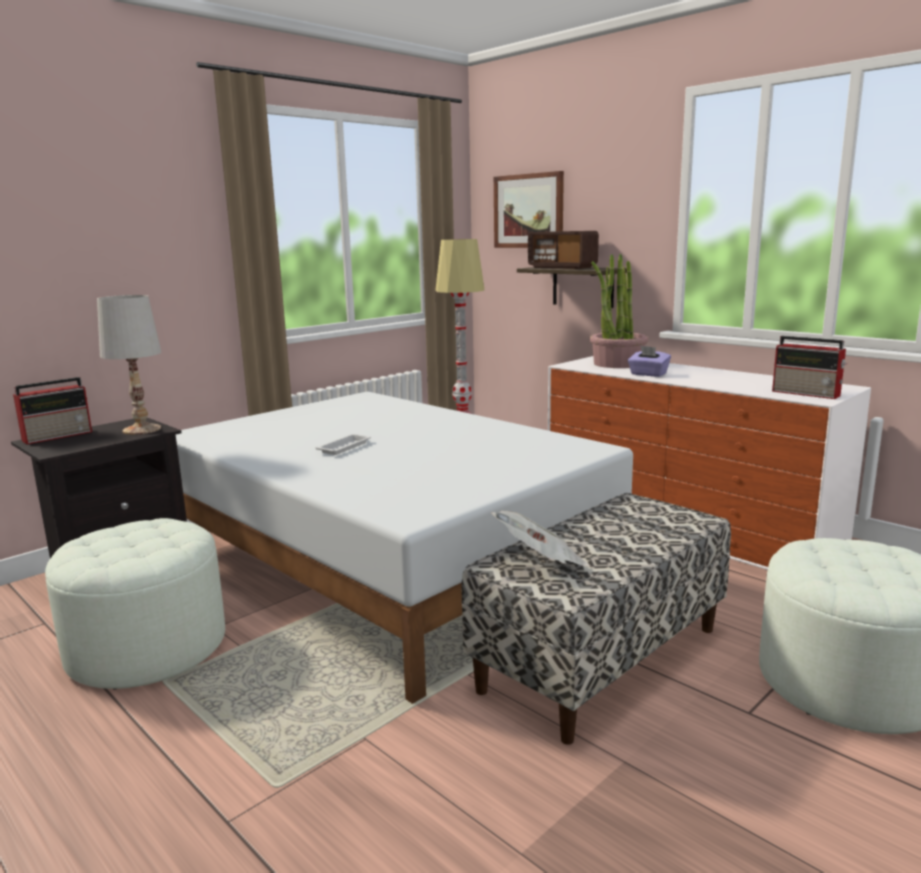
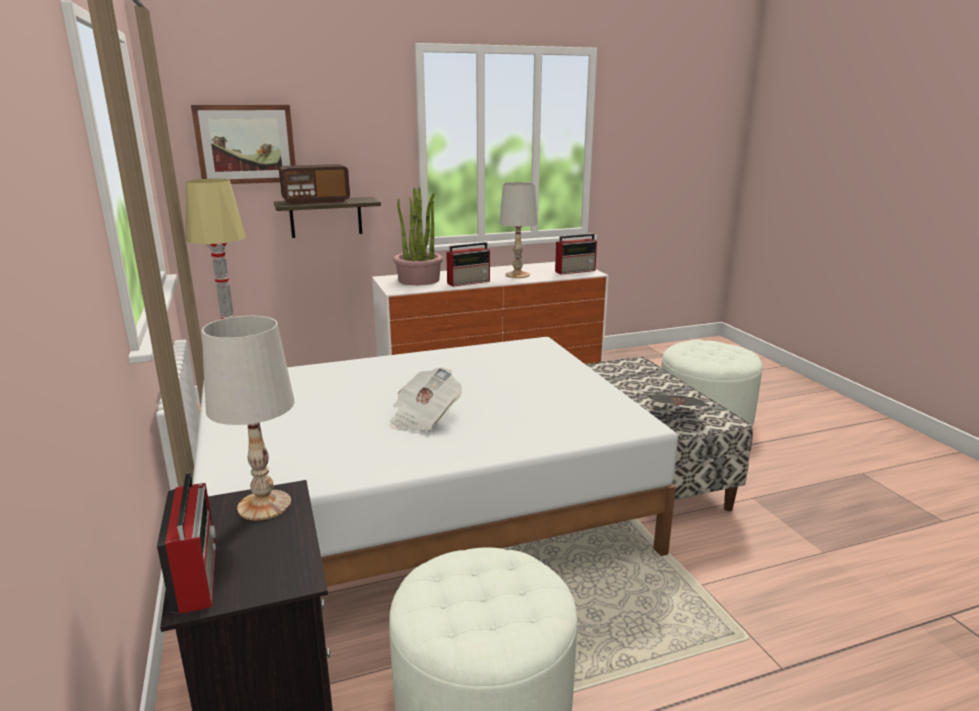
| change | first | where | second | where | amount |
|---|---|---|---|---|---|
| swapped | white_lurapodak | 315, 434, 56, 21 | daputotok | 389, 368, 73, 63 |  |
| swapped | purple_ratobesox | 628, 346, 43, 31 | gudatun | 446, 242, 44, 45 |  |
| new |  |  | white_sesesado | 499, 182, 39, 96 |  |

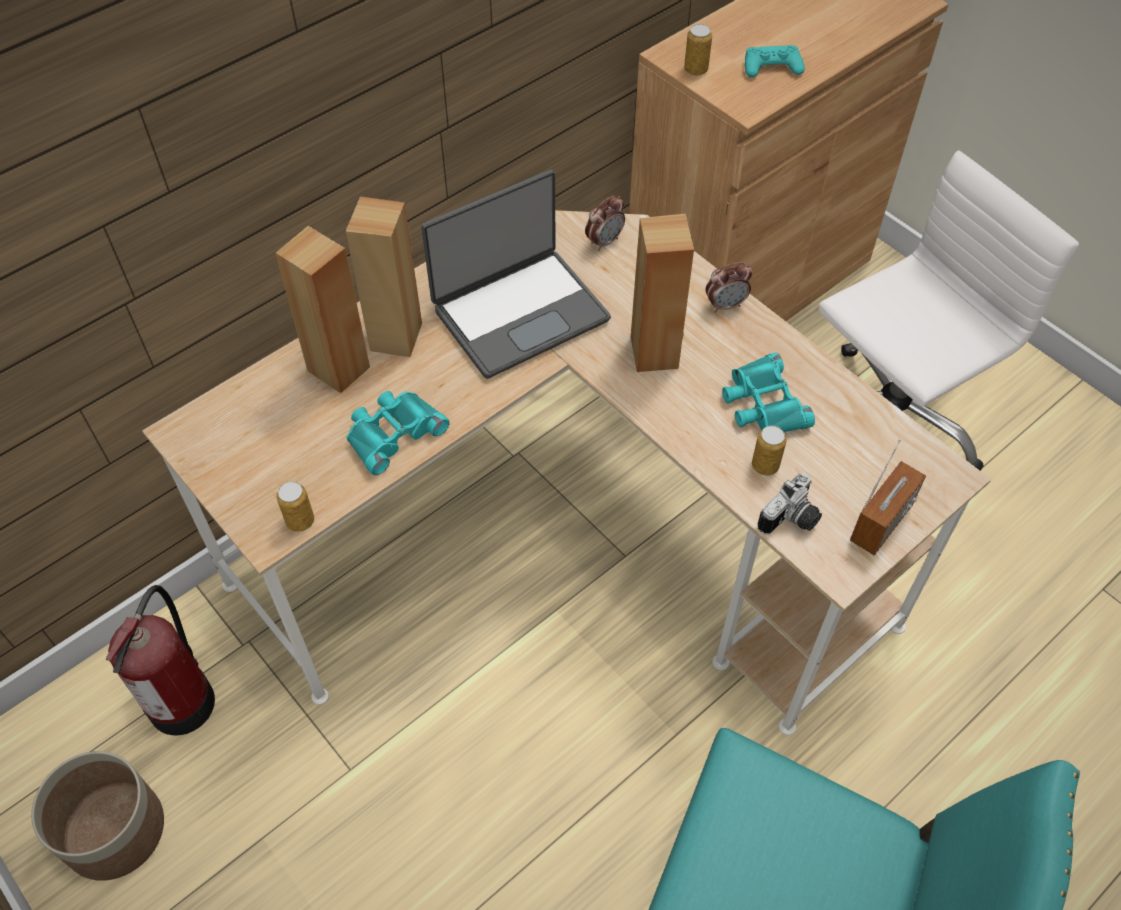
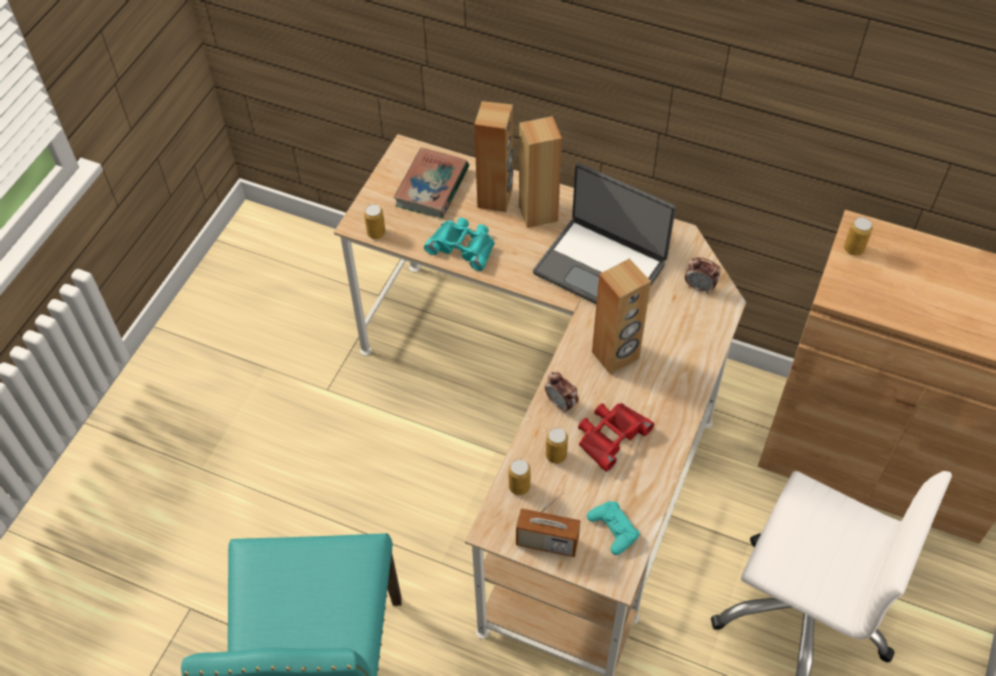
| change | first | where | second | where | amount |
|---|---|---|---|---|---|
| gone | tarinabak | 31, 751, 133, 130 |  |  |  |
| gone | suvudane | 106, 585, 109, 151 |  |  |  |
| shifted | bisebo | 705, 262, 47, 51 |  | 545, 372, 34, 41 |  |
| repainted | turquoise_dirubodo | 722, 352, 93, 80 | red_dirubodo | 578, 403, 76, 69 |  |
| shifted | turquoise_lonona | 745, 45, 60, 32 |  | 587, 501, 53, 54 |  |
| swapped | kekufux | 758, 472, 64, 62 | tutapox | 509, 459, 22, 36 |  |
| new |  |  | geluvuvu | 393, 148, 76, 70 |  |

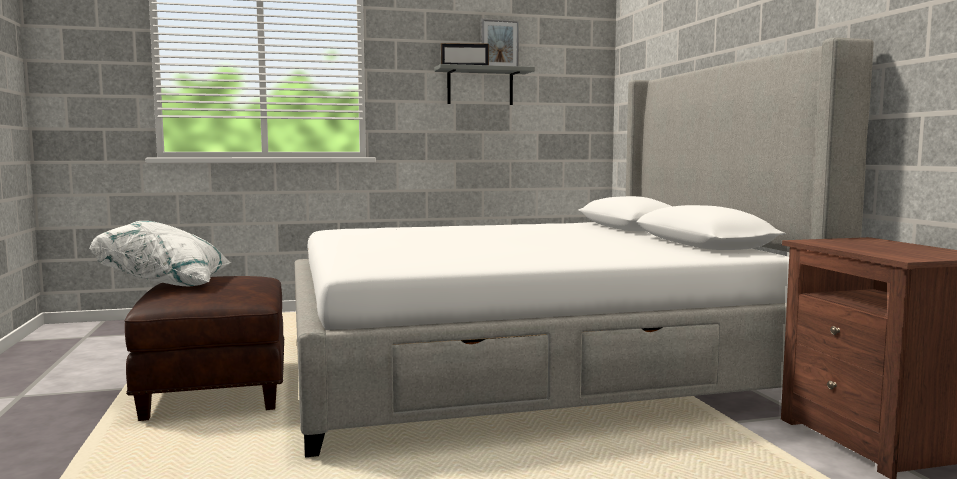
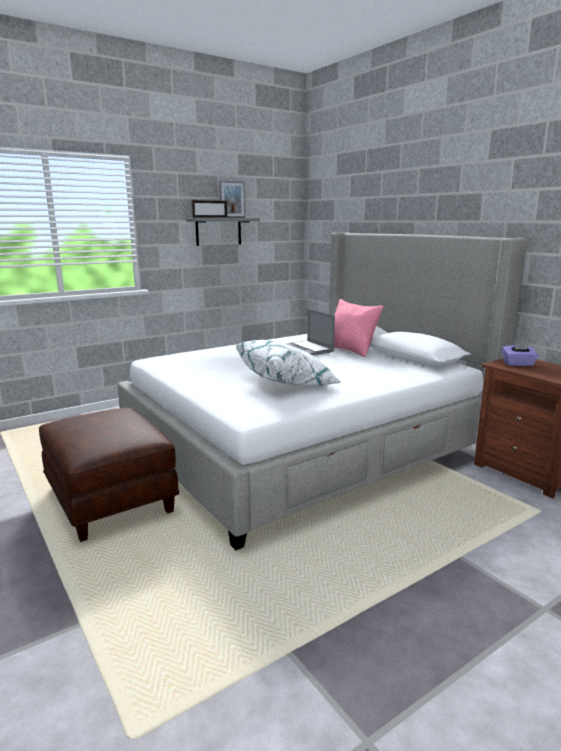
| change | first | where | second | where | amount |
|---|---|---|---|---|---|
| shifted | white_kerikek | 89, 221, 142, 65 |  | 236, 340, 106, 46 |  |
| new |  |  | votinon | 286, 309, 49, 46 |  |
| new |  |  | pink_kerikek | 334, 299, 49, 58 |  |
| new |  |  | purple_ratobesox | 502, 342, 36, 24 |  |

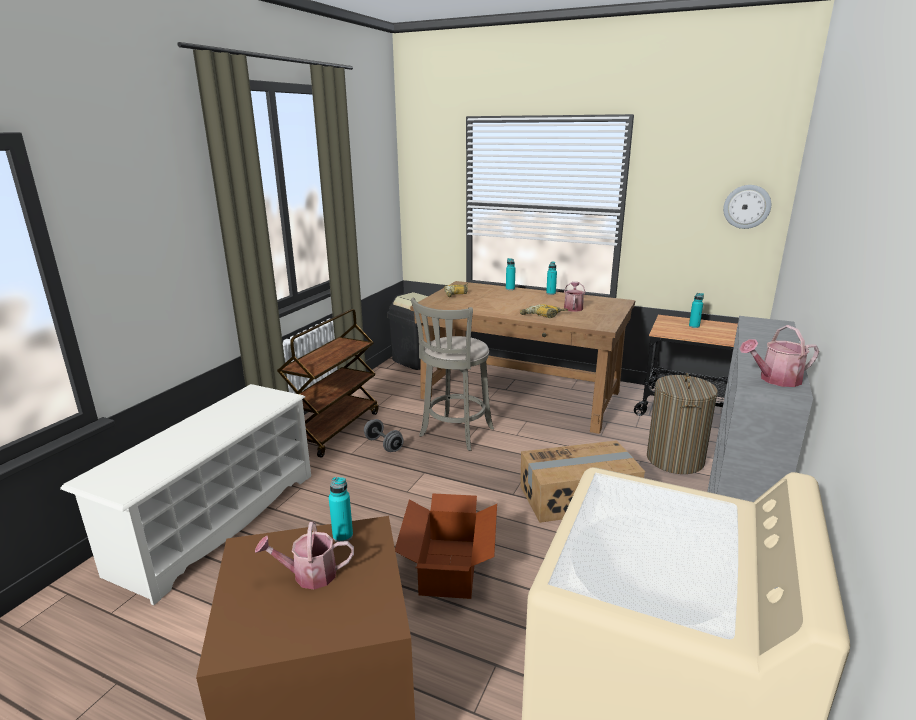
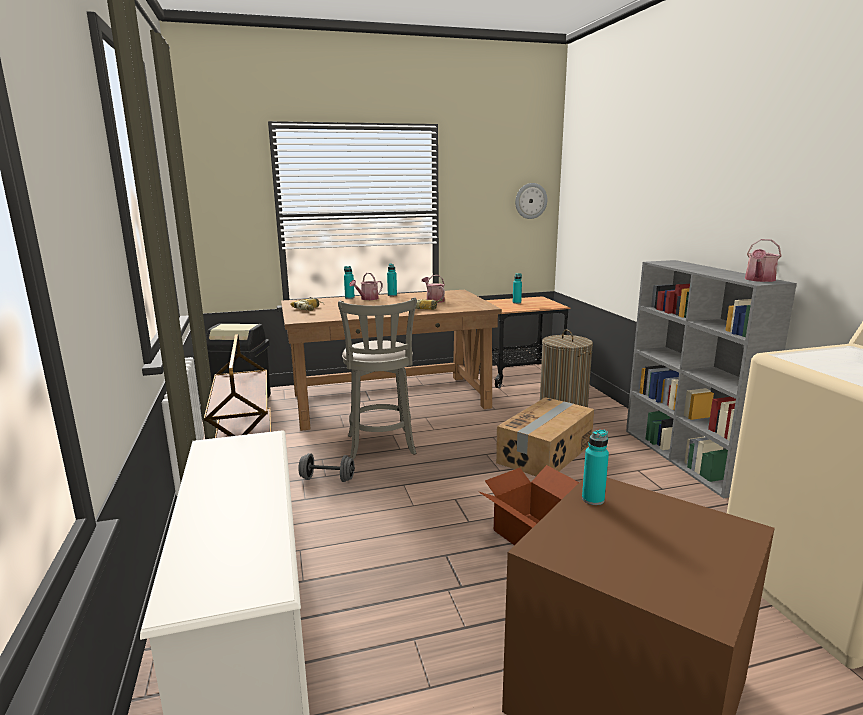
| change | first | where | second | where | amount |
|---|---|---|---|---|---|
| shifted | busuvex | 255, 522, 99, 67 |  | 349, 273, 34, 27 |  |

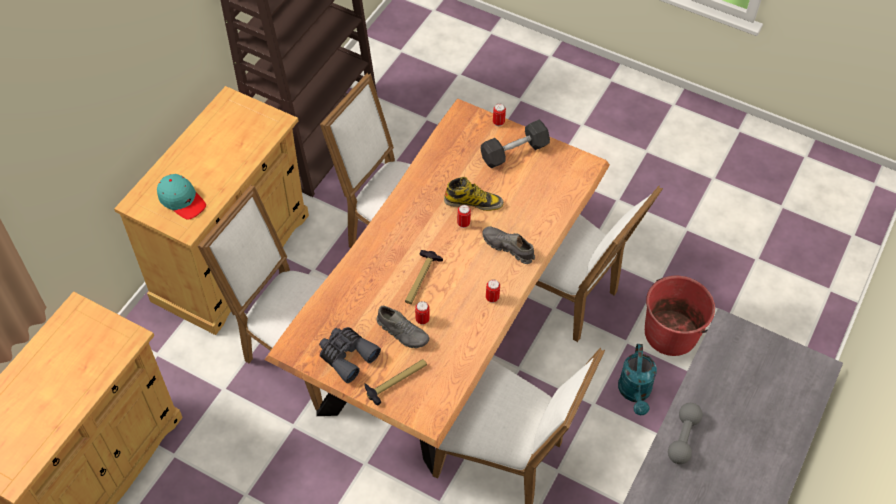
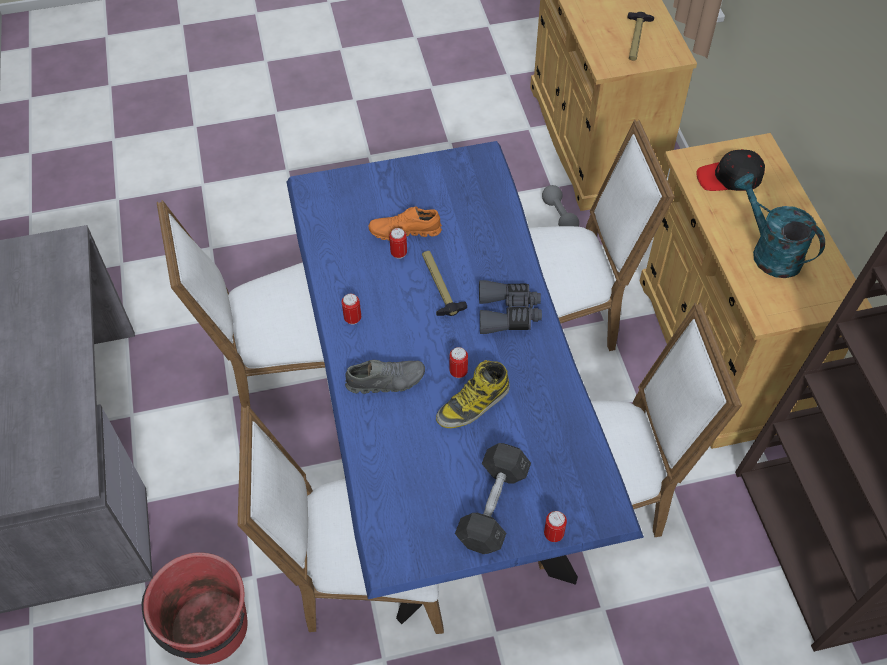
| change | first | where | second | where | amount |
|---|---|---|---|---|---|
| repainted | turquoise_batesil | 157, 174, 49, 46 | black_batesil | 696, 149, 69, 42 |  |
| repainted | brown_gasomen | 264, 99, 346, 376 | blue_gasomen | 287, 141, 357, 483 |  |
| shifted | grey_dirubodo | 319, 327, 62, 56 |  | 479, 280, 63, 54 |  |
| shifted | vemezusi | 364, 359, 63, 46 |  | 627, 12, 27, 49 |  |
| repainted | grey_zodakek | 377, 306, 52, 42 | orange_zodakek | 368, 206, 74, 35 |  |
| shifted | turquoise_busuvex | 618, 344, 39, 72 |  | 734, 173, 91, 105 |  |
| shifted | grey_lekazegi | 668, 403, 34, 61 |  | 542, 185, 37, 42 |  |

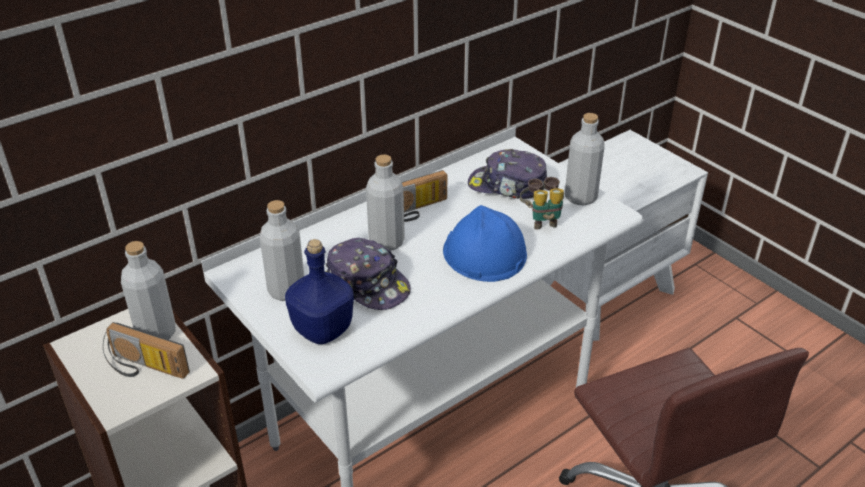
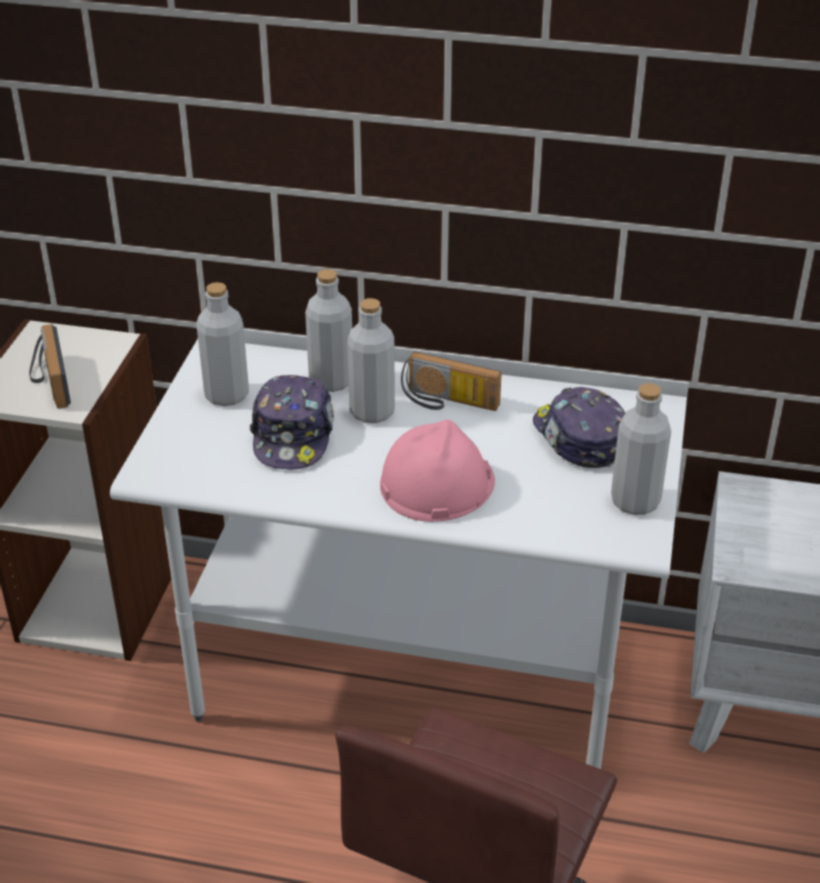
| change | first | where | second | where | amount |
|---|---|---|---|---|---|
| shifted | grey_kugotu | 121, 241, 55, 99 |  | 305, 269, 47, 123 |  |
| gone | blue_kugotu | 285, 239, 69, 105 |  |  |  |
| repainted | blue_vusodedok | 443, 205, 84, 77 | pink_vusodedok | 380, 420, 115, 102 |  |
| gone | dirubodo | 520, 177, 44, 53 |  |  |  |

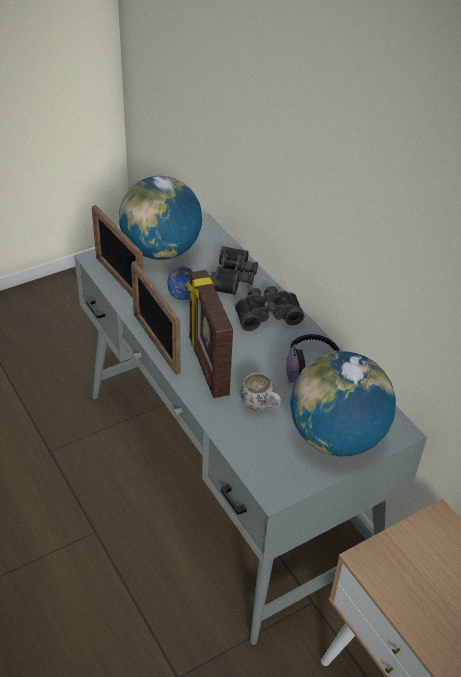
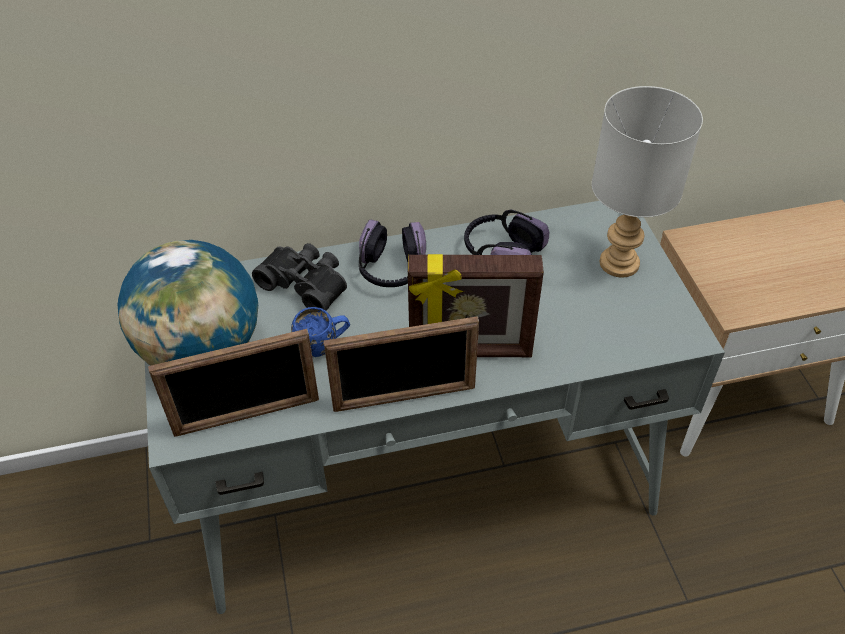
| change | first | where | second | where | amount |
|---|---|---|---|---|---|
| swapped | black_dirubodo | 235, 286, 69, 45 | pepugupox | 359, 220, 67, 67 |  |
| gone | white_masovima | 240, 372, 41, 38 |  |  |  |
| swapped | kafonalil | 290, 351, 106, 105 | grey_sesesado | 592, 86, 111, 192 |  |

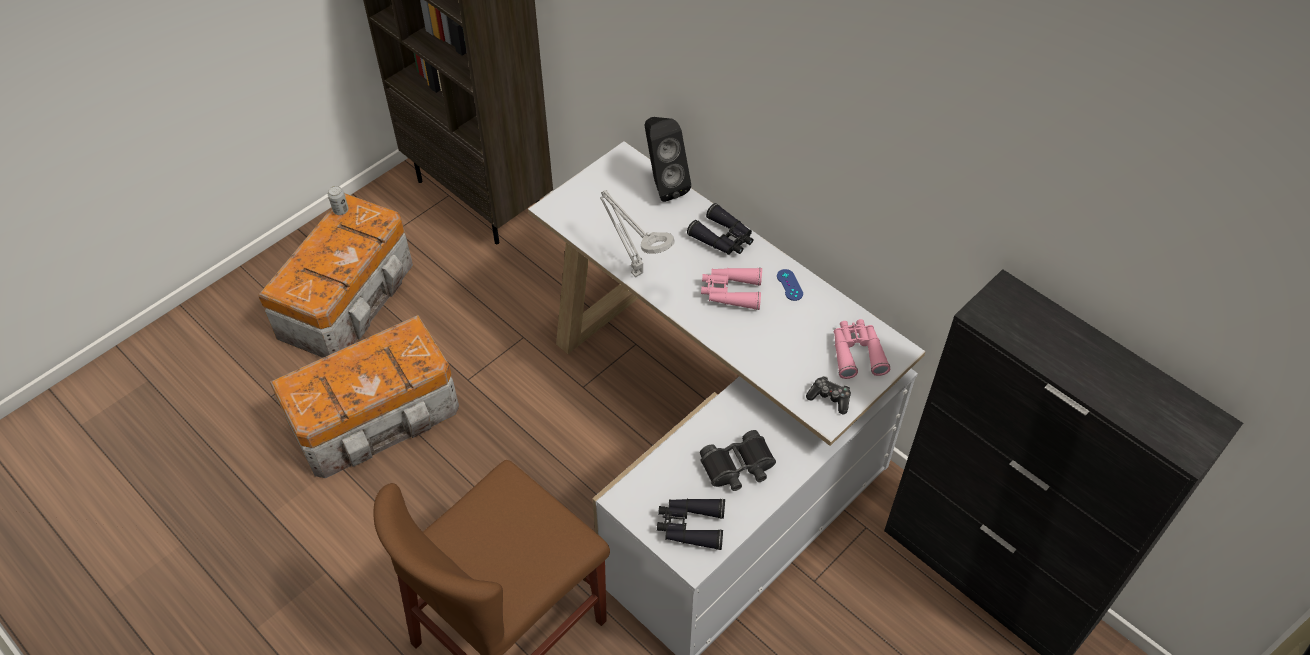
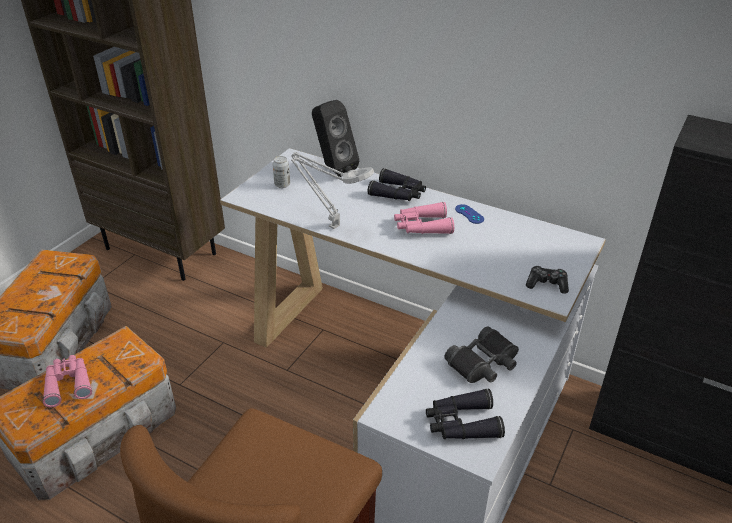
| change | first | where | second | where | amount |
|---|---|---|---|---|---|
| shifted | tutapox | 328, 186, 21, 29 |  | 273, 156, 17, 32 |  |
| shifted | pink_dirubodo | 834, 319, 56, 60 |  | 43, 355, 49, 52 |  |

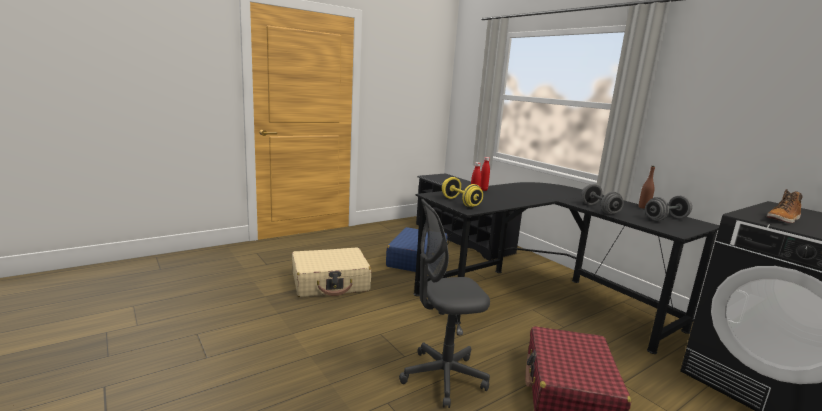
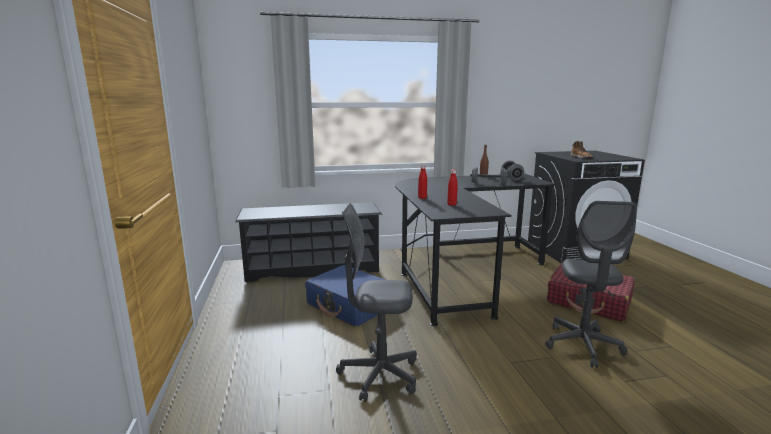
| change | first | where | second | where | amount |
|---|---|---|---|---|---|
| swapped | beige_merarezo | 292, 248, 79, 49 | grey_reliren | 336, 203, 81, 199 |  |
| gone | yellow_lekazegi | 442, 177, 41, 30 |  |  |  |

